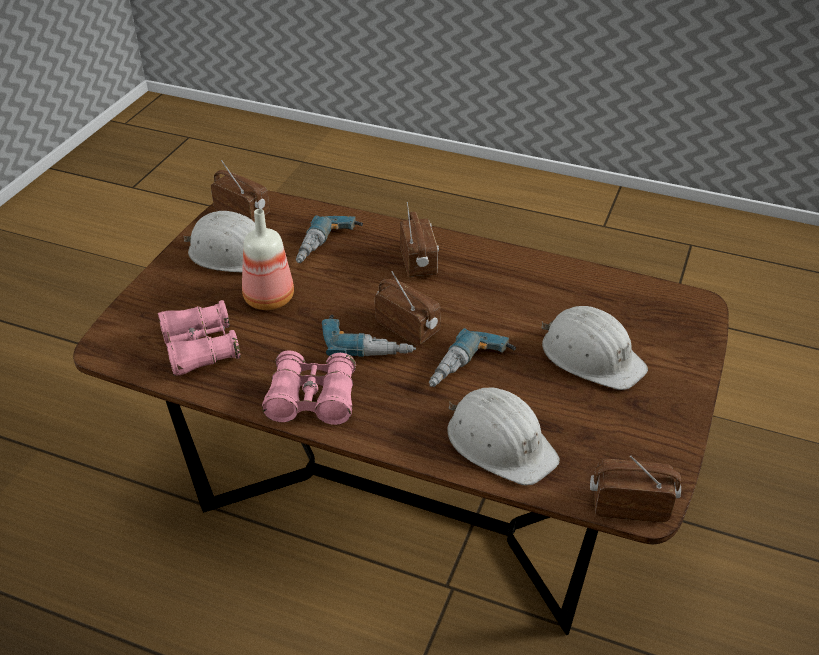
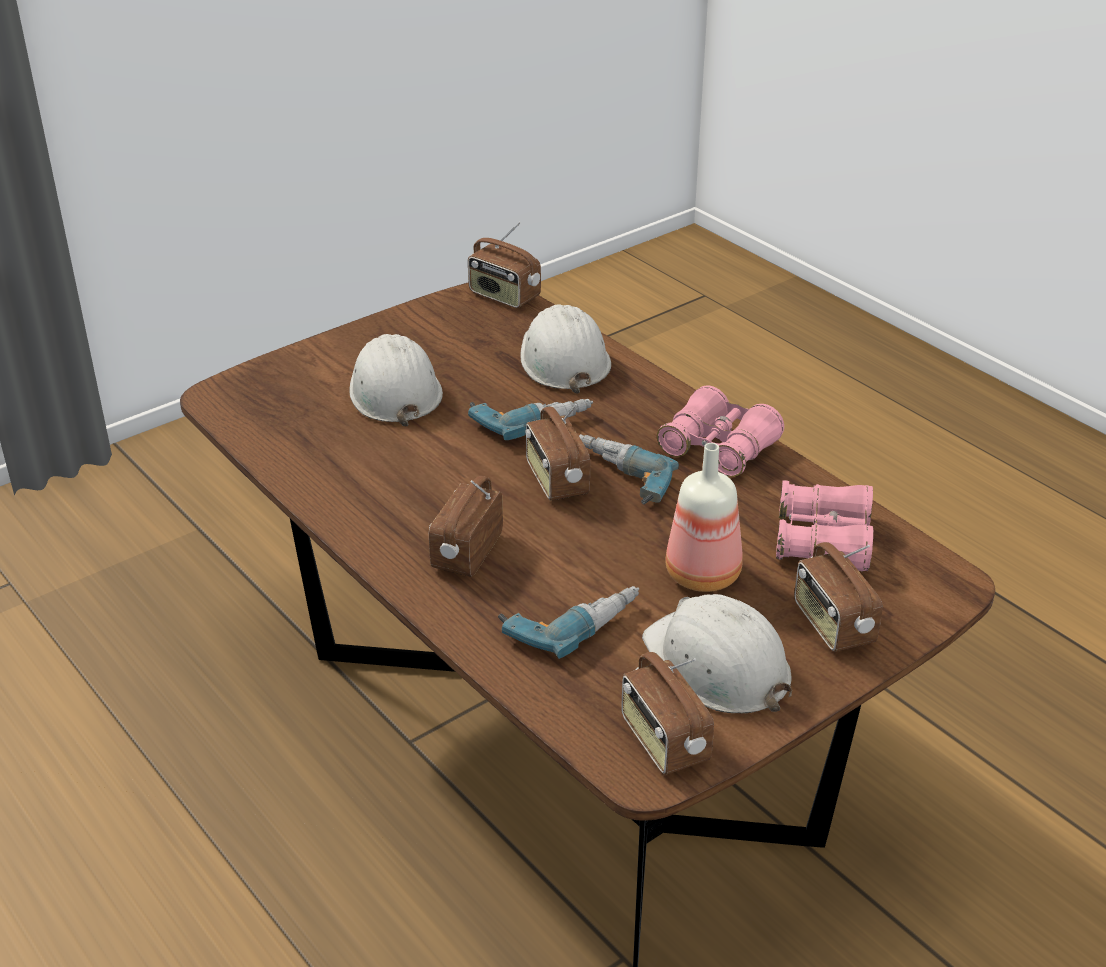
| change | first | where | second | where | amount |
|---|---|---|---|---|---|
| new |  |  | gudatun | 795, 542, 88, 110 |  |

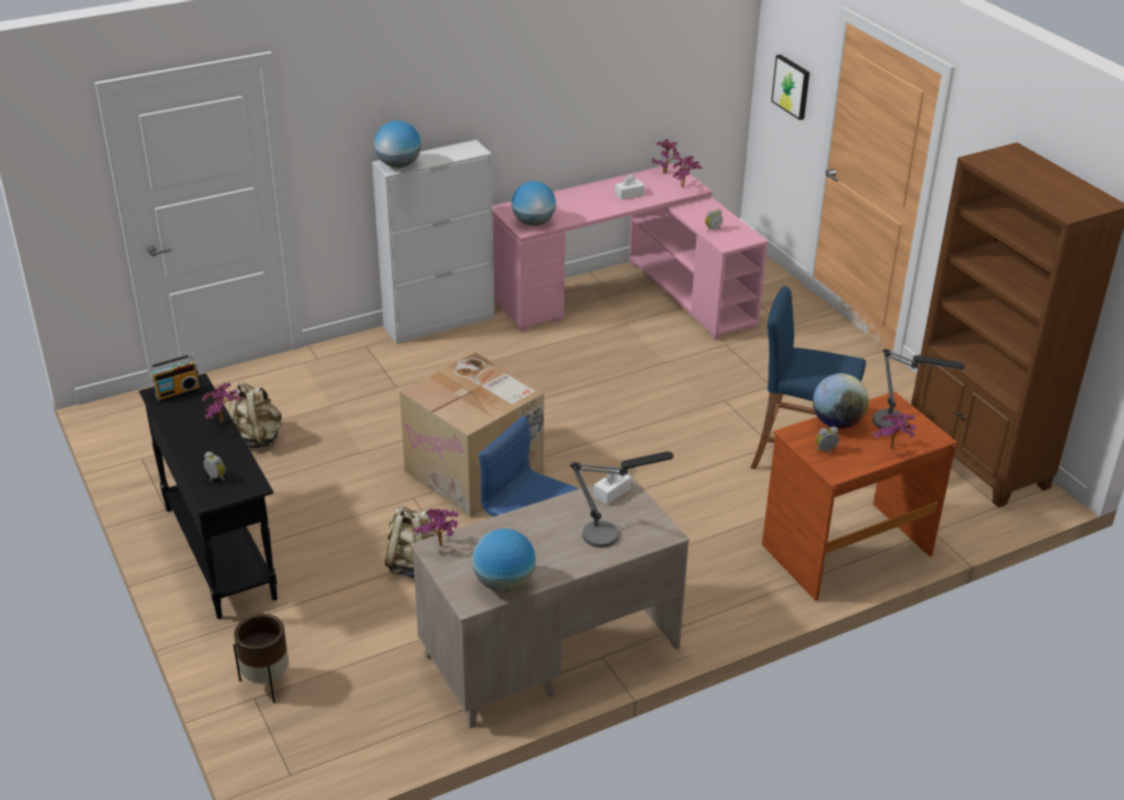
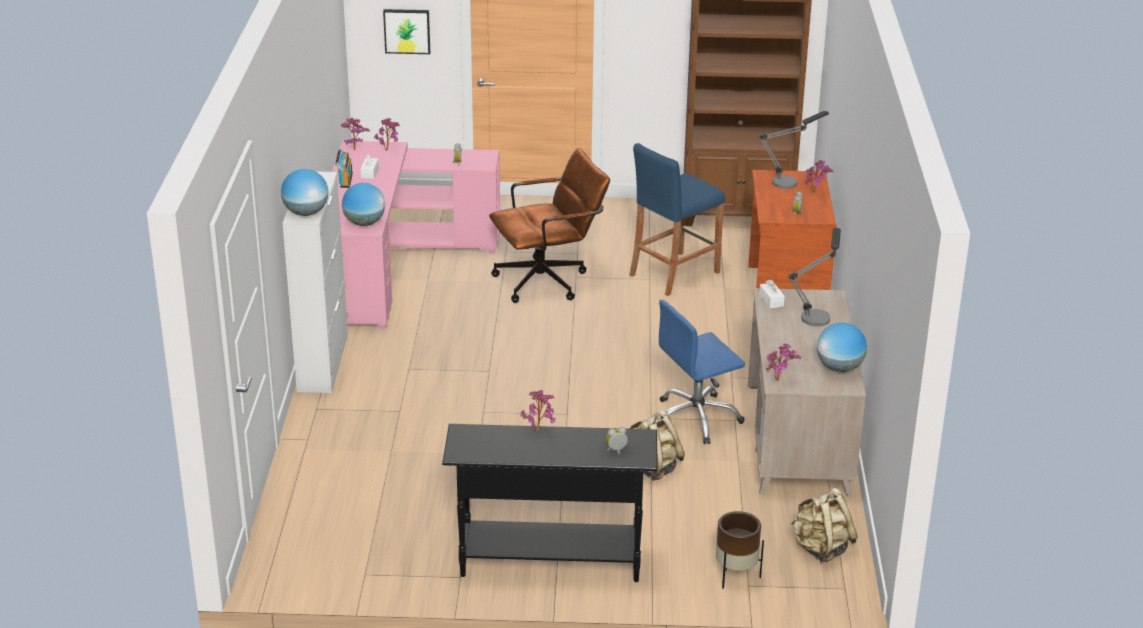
| change | first | where | second | where | amount |
|---|---|---|---|---|---|
| shifted | gudatun | 147, 354, 53, 49 |  | 335, 148, 18, 40 |  |
| shifted | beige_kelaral | 228, 382, 54, 66 |  | 791, 488, 67, 75 |  |
| gone | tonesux | 400, 352, 144, 165 |  |  |  |
| gone | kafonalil | 813, 374, 56, 55 |  |  |  |
| new |  |  | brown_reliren | 489, 148, 121, 155 |  |

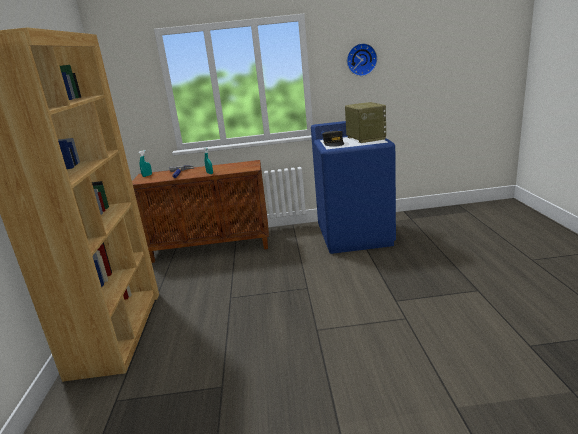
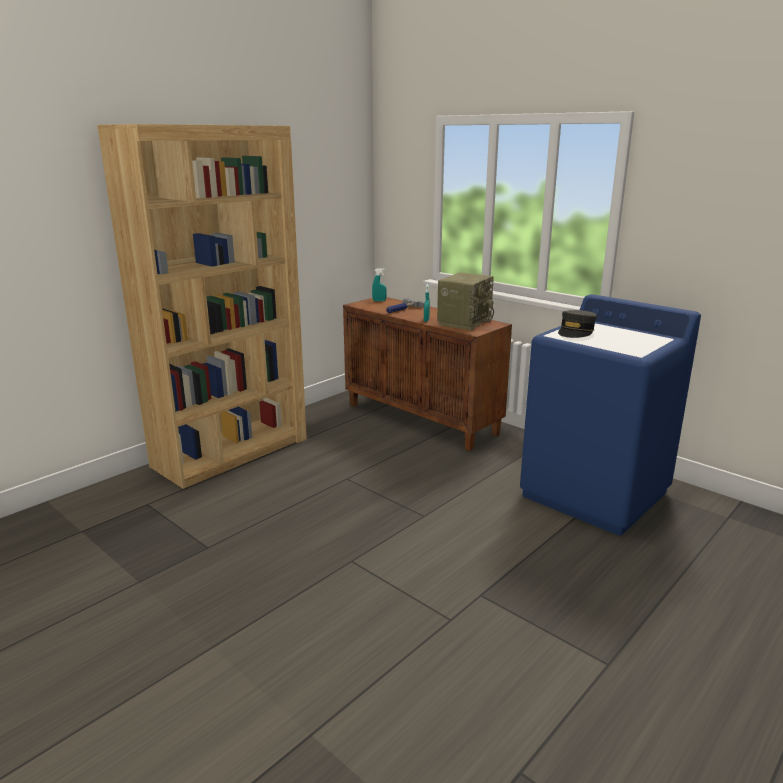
| change | first | where | second | where | amount |
|---|---|---|---|---|---|
| shifted | gudatun | 345, 102, 41, 41 |  | 437, 272, 57, 58 |  |
| gone | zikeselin | 347, 43, 30, 33 |  |  |  |

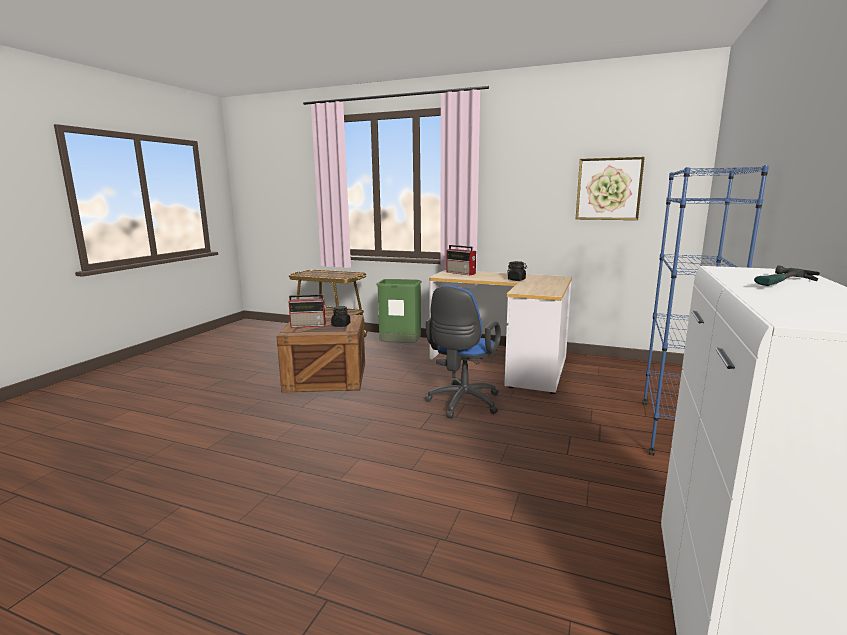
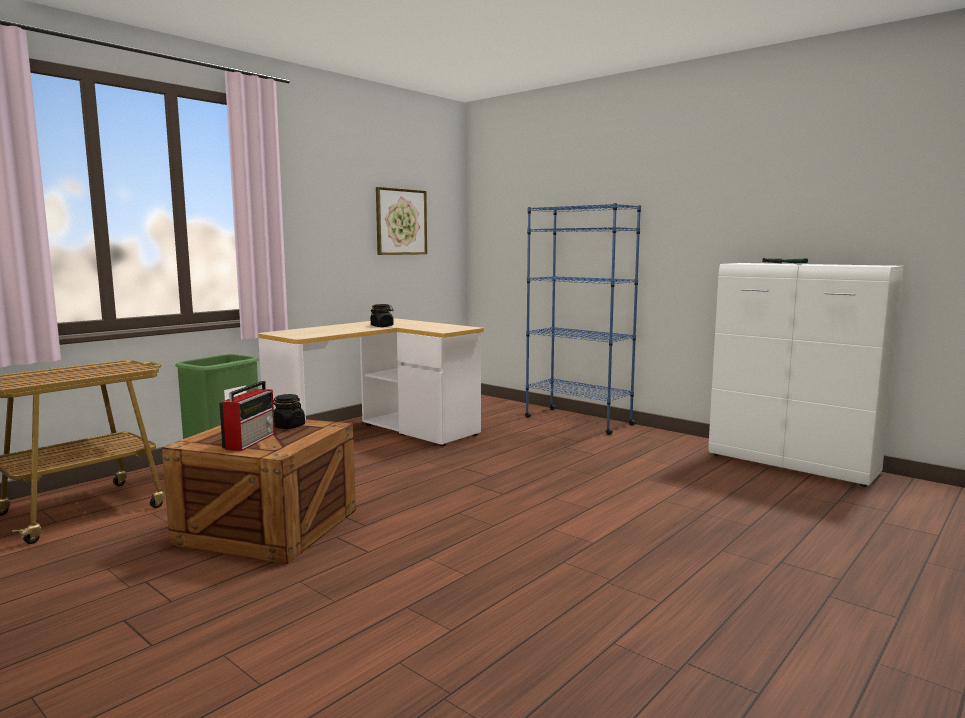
| change | first | where | second | where | amount |
|---|---|---|---|---|---|
| gone | blue_reliren | 425, 285, 76, 133 |  |  |  |
| gone | gudatun | 447, 245, 29, 30 |  |  |  |

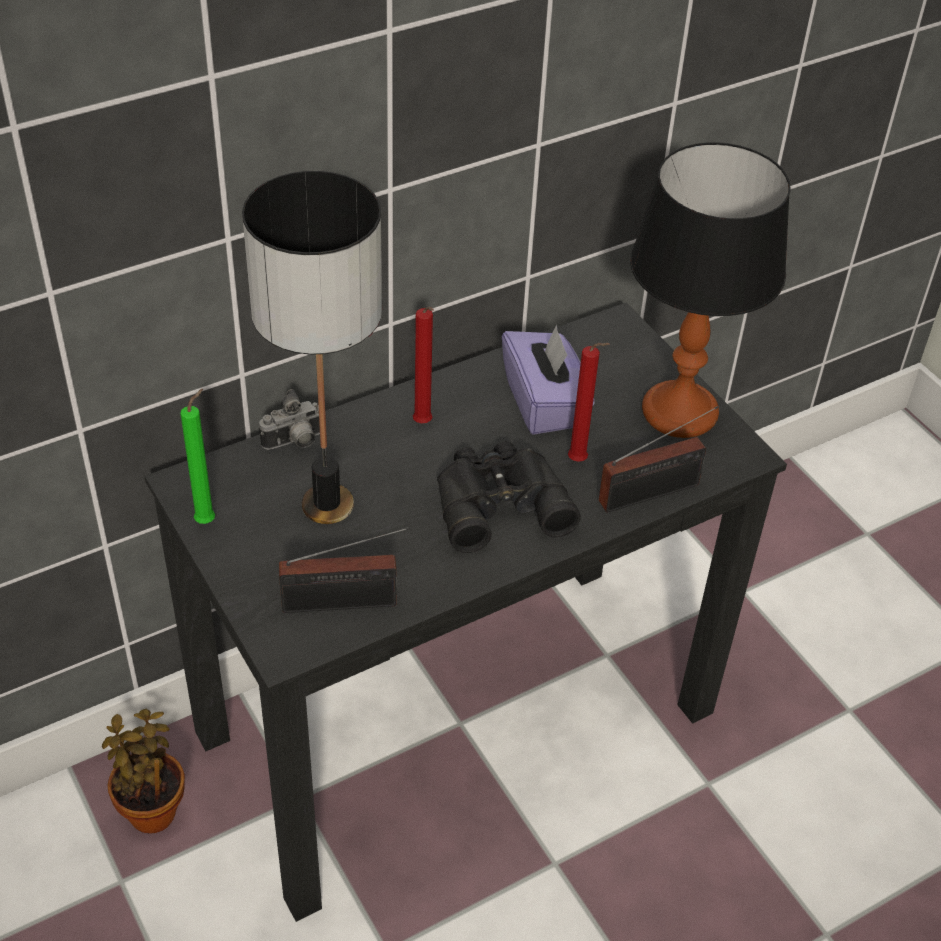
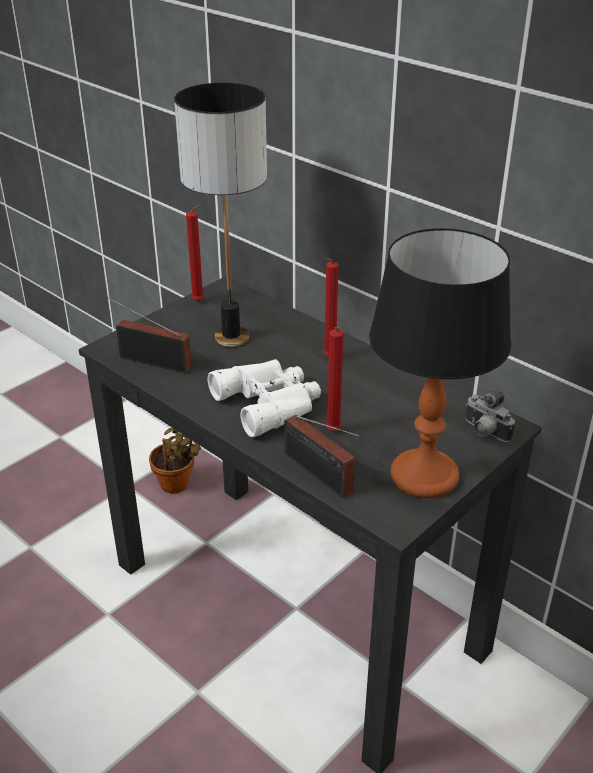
| change | first | where | second | where | amount |
|---|---|---|---|---|---|
| repainted | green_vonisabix | 180, 389, 35, 135 | red_vonisabix | 186, 205, 18, 96 |  |
| shifted | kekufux | 259, 389, 61, 61 |  | 465, 390, 50, 52 |  |
| rotated | gudatun | 279, 527, 131, 86 |  | 106, 296, 86, 77 | 135 degrees clockwise |
| repainted | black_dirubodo | 437, 441, 144, 112 | white_dirubodo | 207, 359, 114, 79 |  |
| gone | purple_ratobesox | 502, 325, 93, 110 |  |  |  |

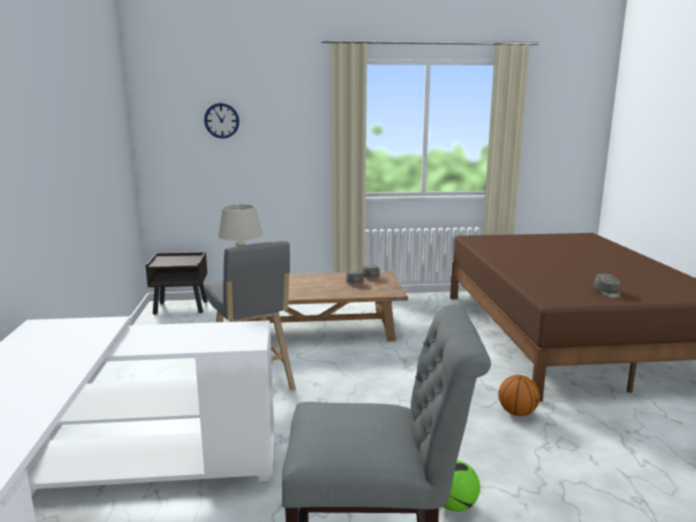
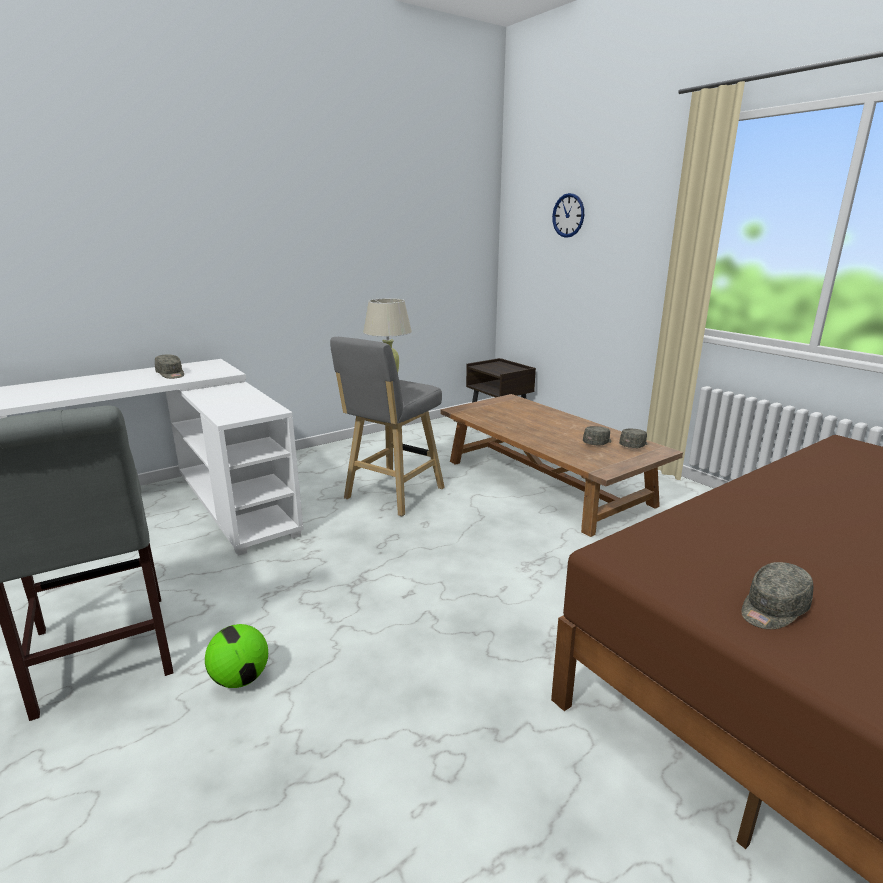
| change | first | where | second | where | amount |
|---|---|---|---|---|---|
| gone | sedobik | 498, 375, 42, 41 |  |  |  |
| new |  |  | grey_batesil | 155, 354, 29, 25 |  |

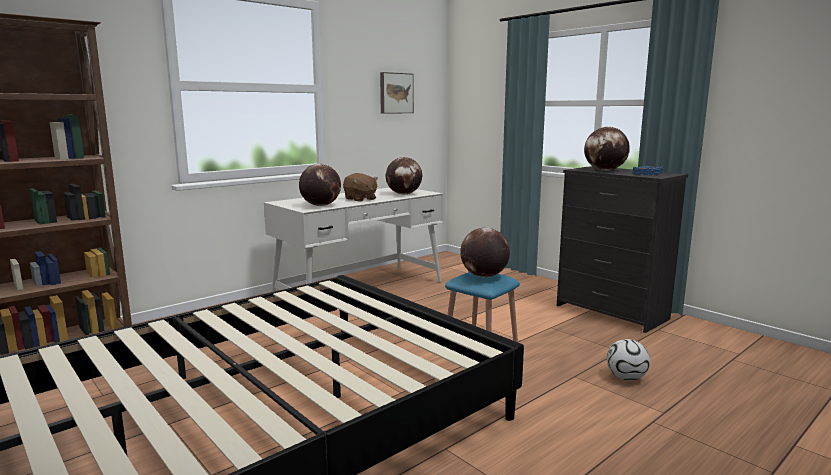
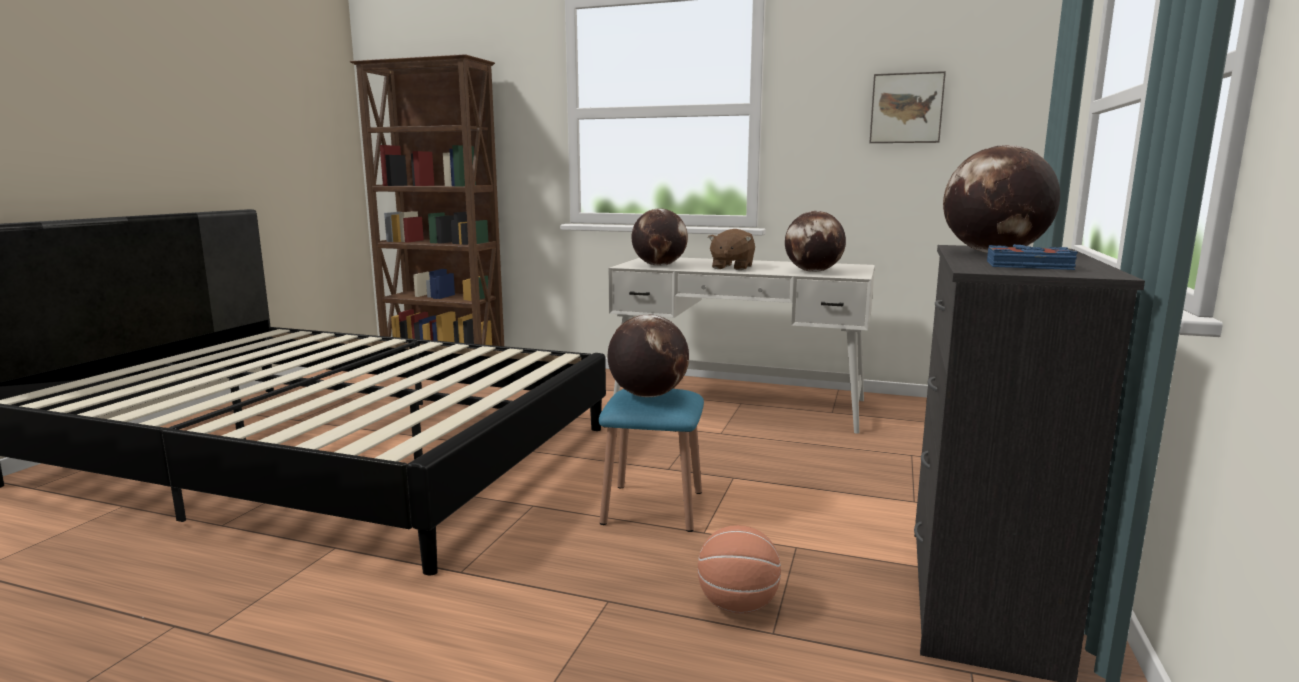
| change | first | where | second | where | amount |
|---|---|---|---|---|---|
| gone | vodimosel | 607, 339, 43, 41 |  |  |  |
| new |  |  | sedobik | 698, 525, 83, 89 |  |

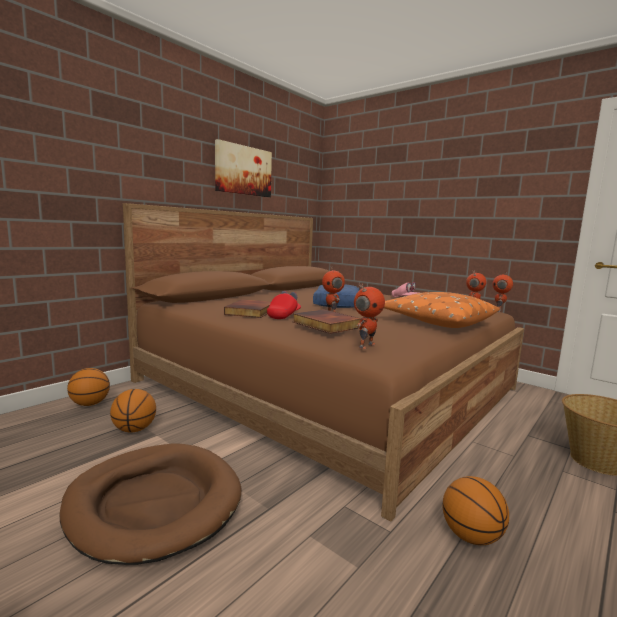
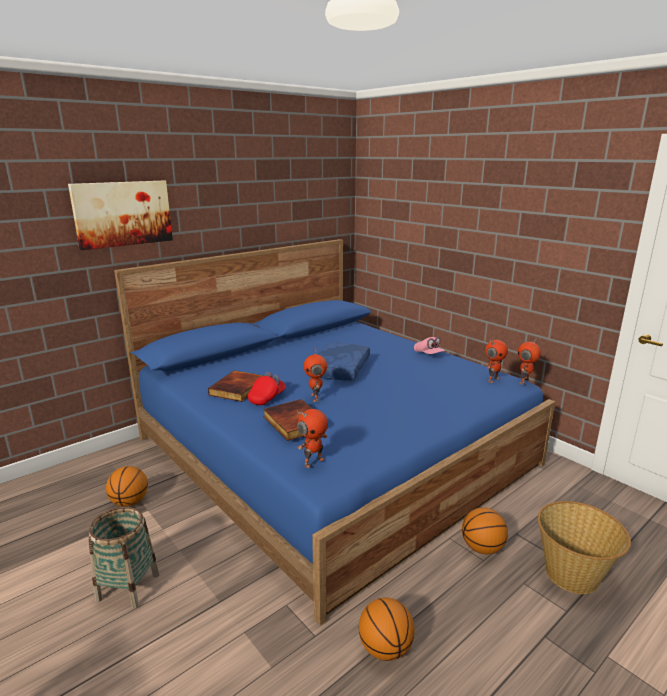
| change | first | where | second | where | amount |
|---|---|---|---|---|---|
| swapped | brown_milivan | 59, 443, 182, 122 | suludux | 88, 507, 71, 102 |  |
| shifted | sedobik | 67, 368, 43, 38 |  | 462, 508, 46, 46 |  |
| repainted | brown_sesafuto | 123, 203, 401, 319 | blue_sesafuto | 114, 239, 441, 386 |  |
| shifted | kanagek | 215, 139, 57, 58 |  | 68, 181, 105, 69 |  |
| gone | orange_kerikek | 384, 292, 116, 36 |  |  |  |

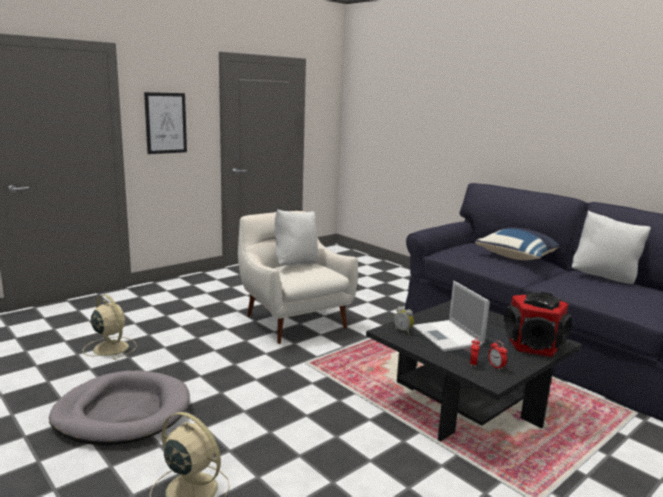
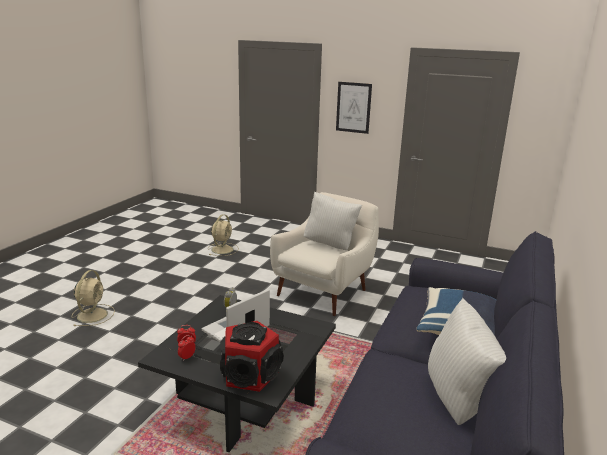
| change | first | where | second | where | amount |
|---|---|---|---|---|---|
| gone | grey_milivan | 49, 370, 141, 75 |  |  |  |

